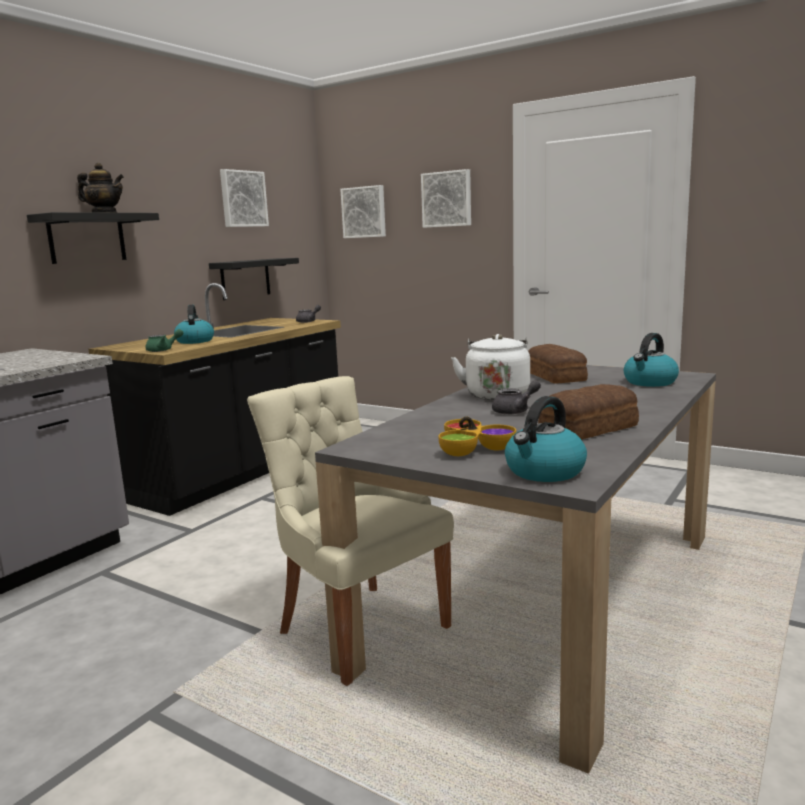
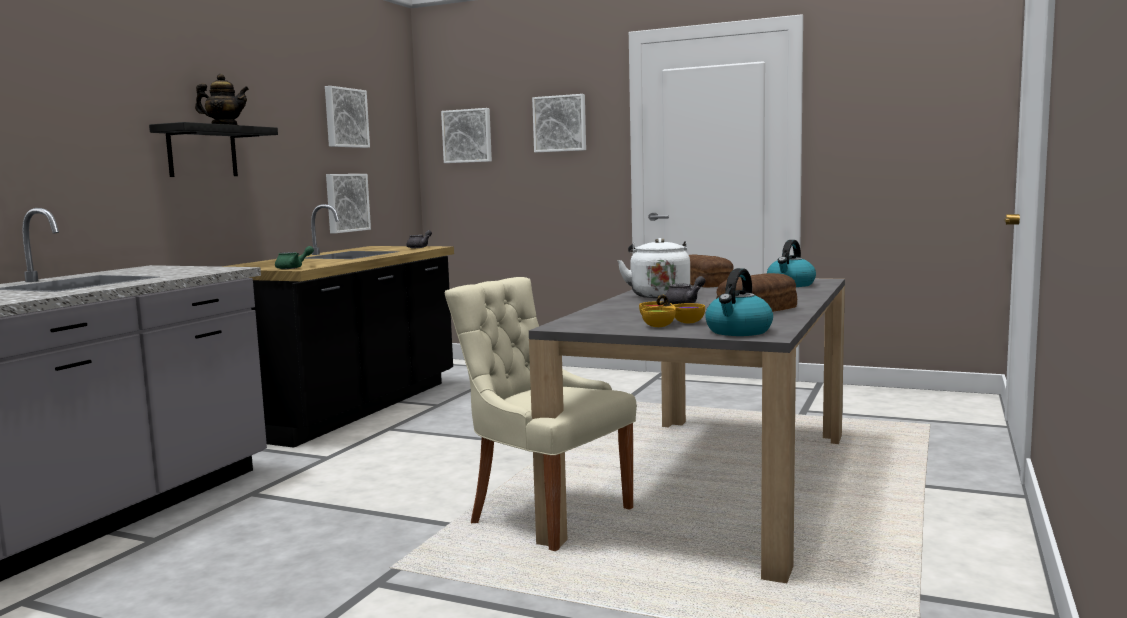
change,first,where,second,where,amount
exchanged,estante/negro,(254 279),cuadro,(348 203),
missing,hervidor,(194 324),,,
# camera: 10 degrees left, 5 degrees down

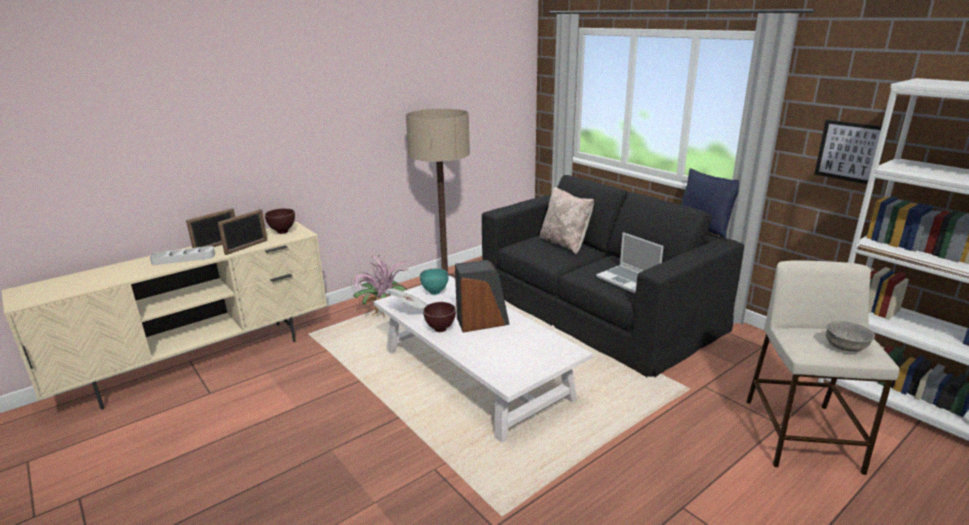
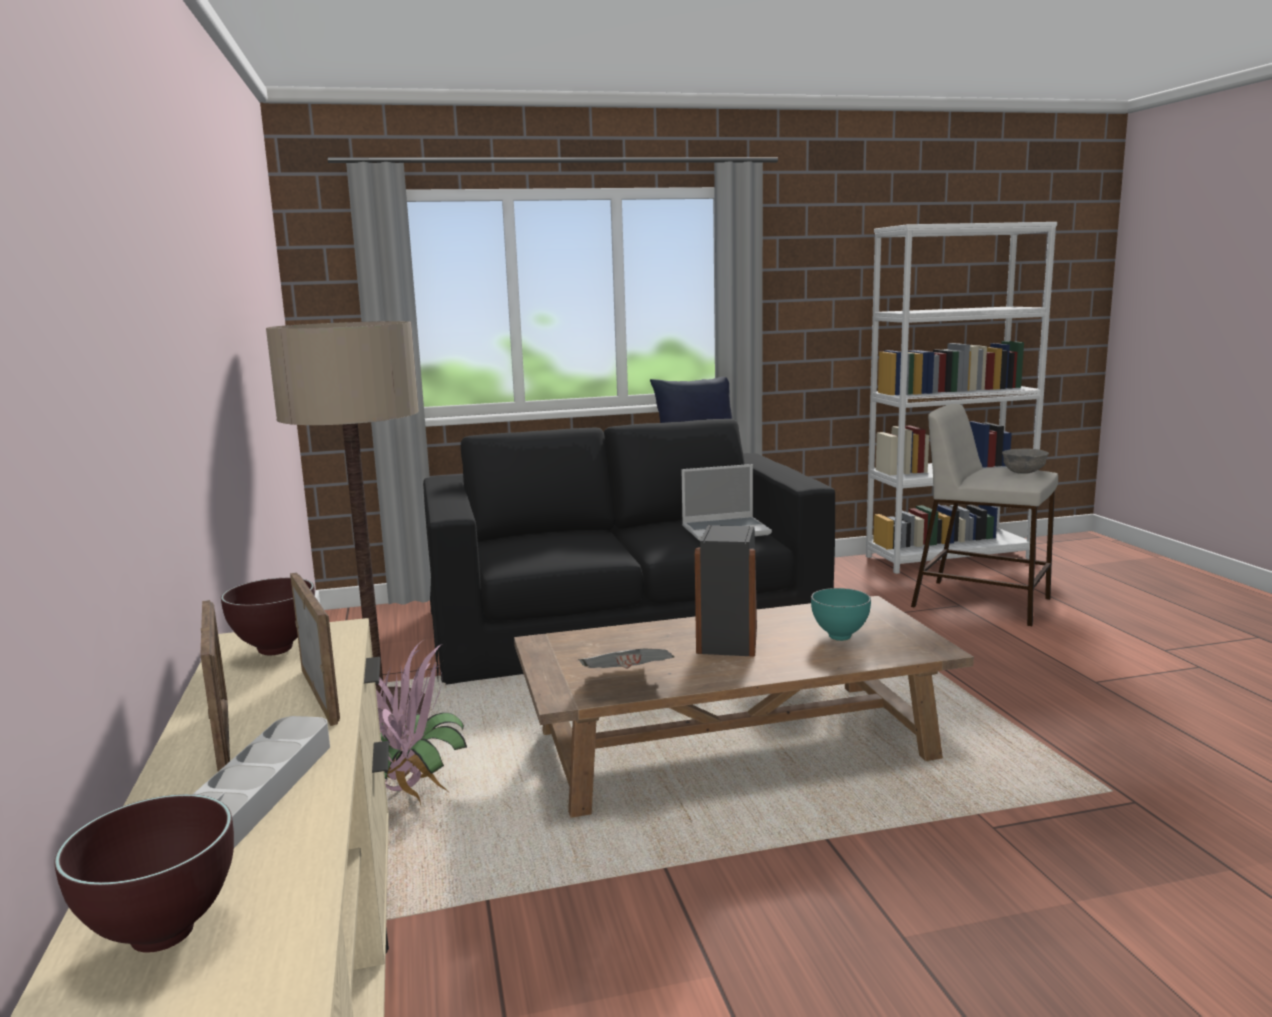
change,first,where,second,where,amount
missing,cuadro,(851 152),,,
missing,cojín/beis,(567 220),,,
relocated,cuenco/turquesa,(434 281),,(841 614),
colour,mesa de centro/blanco,(483 359),mesa de centro/marrón,(744 707),
relocated,cuenco/marrón,(439 317),,(144 873),
# camera: 65 degrees left, 10 degrees down

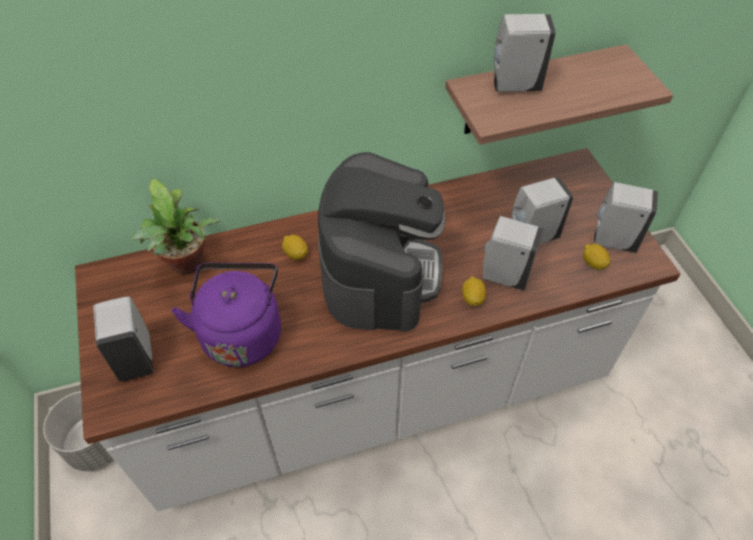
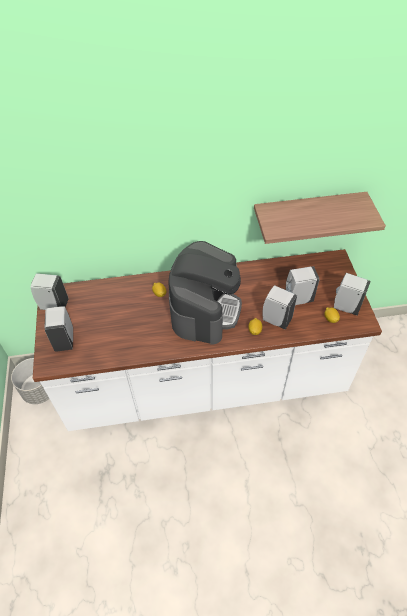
change,first,where,second,where,amount
relocated,dispensador de jabón/blanco,(525 53),,(49 291),
missing,planta en maceta,(175 227),,,
missing,hervidor/morado,(226 315),,,
# camera: 10 degrees right, 0 degrees up

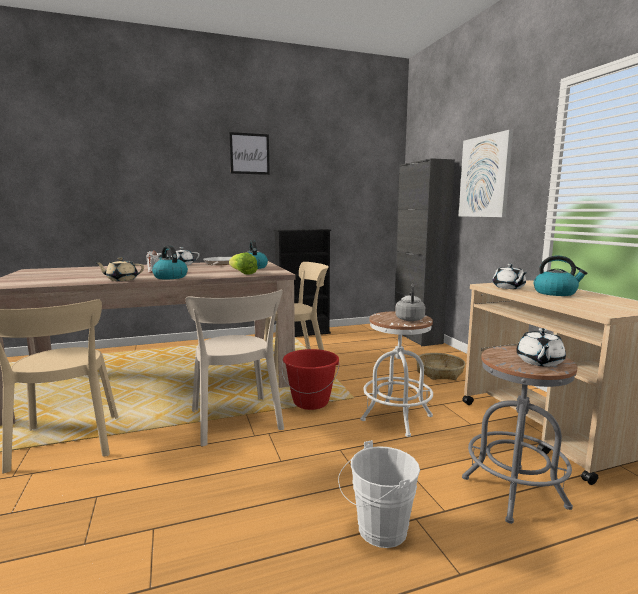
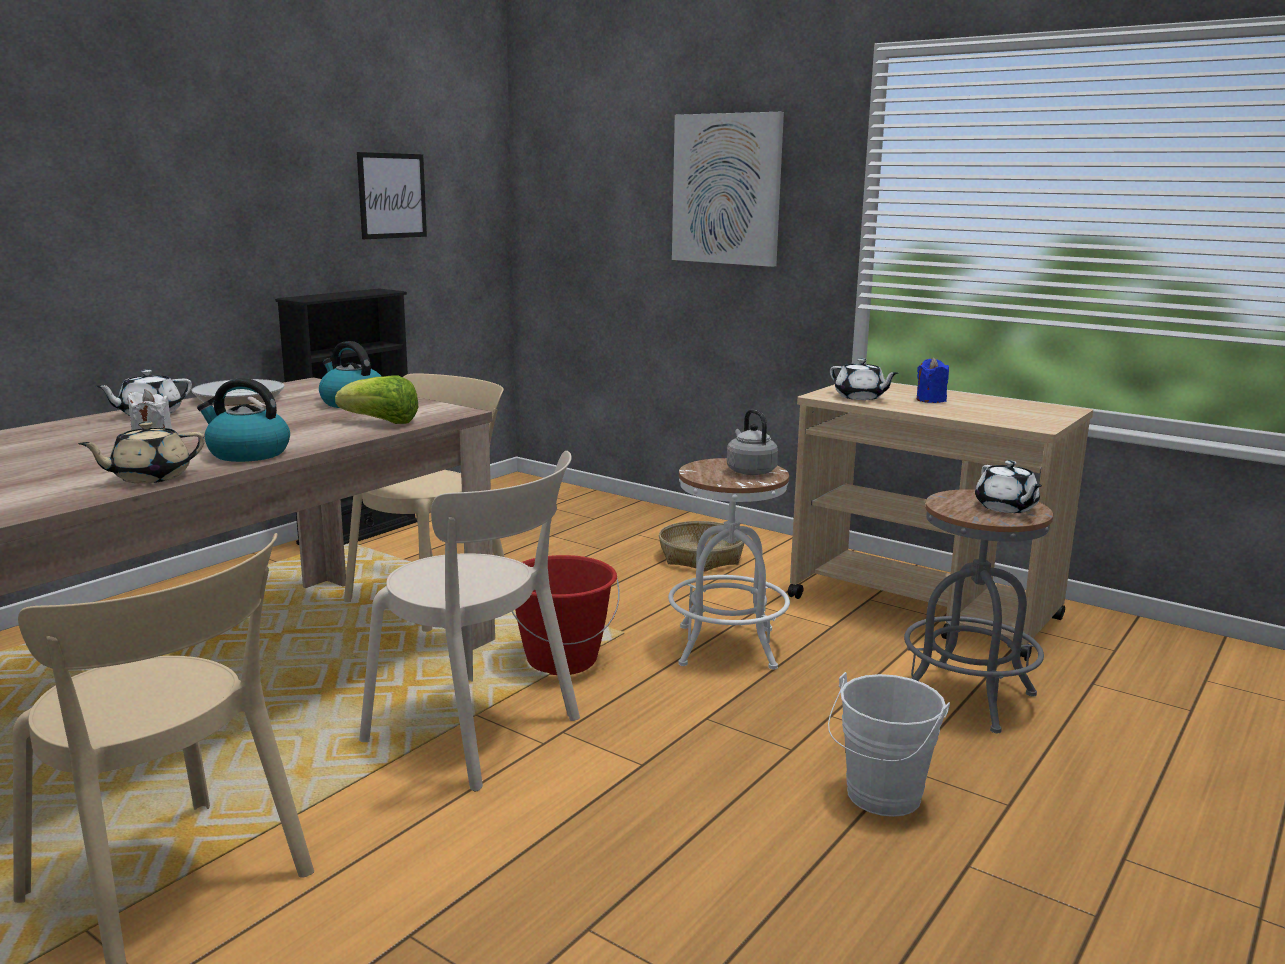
change,first,where,second,where,amount
relocated,cuadro,(249 153),,(392 195),
missing,armario/negro,(424 252),,,
exchanged,hervidor,(560 276),vela/azul,(933 380),
# camera: 35 degrees left, 5 degrees up

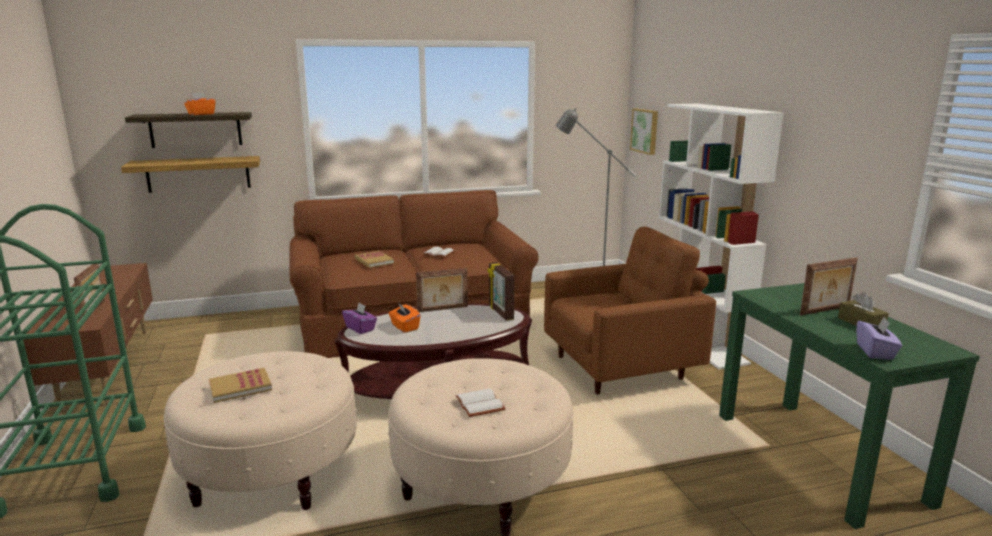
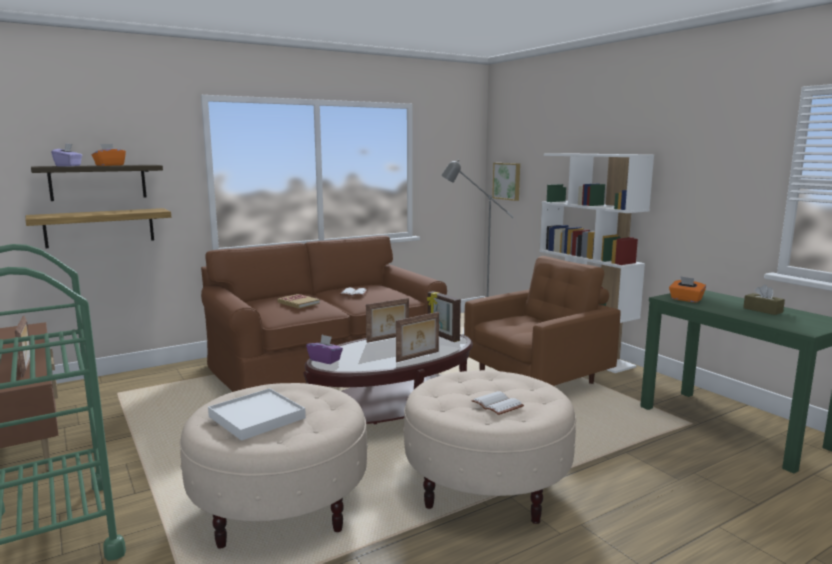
change,first,where,second,where,amount
relocated,portarretratos,(829 286),,(417 337),
relocated,caja de pañuelos/naranja,(405 318),,(687 289),
relocated,caja de pañuelos/morado,(879 338),,(66 155),
exchanged,libro,(240 385),bandeja/blanco,(257 414),
# camera: 15 degrees left, 5 degrees down

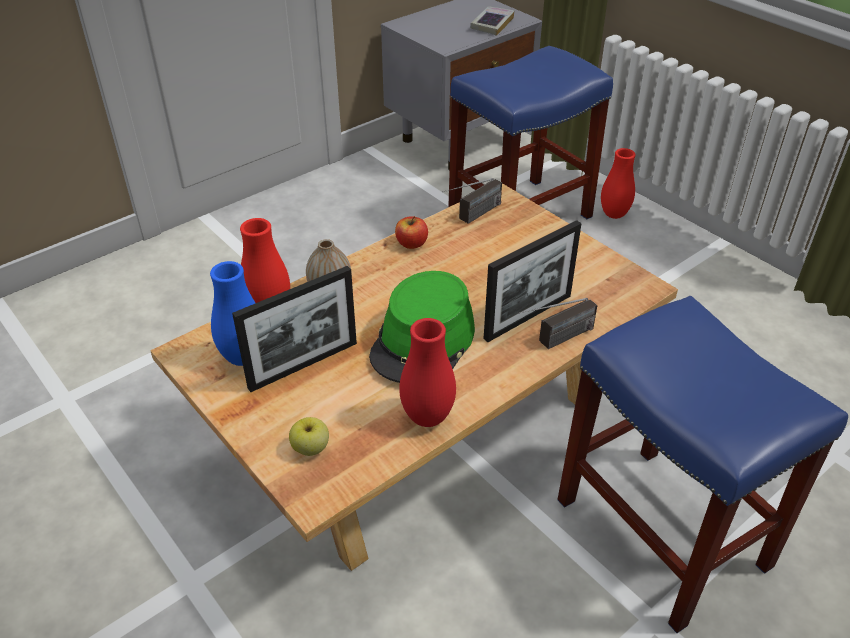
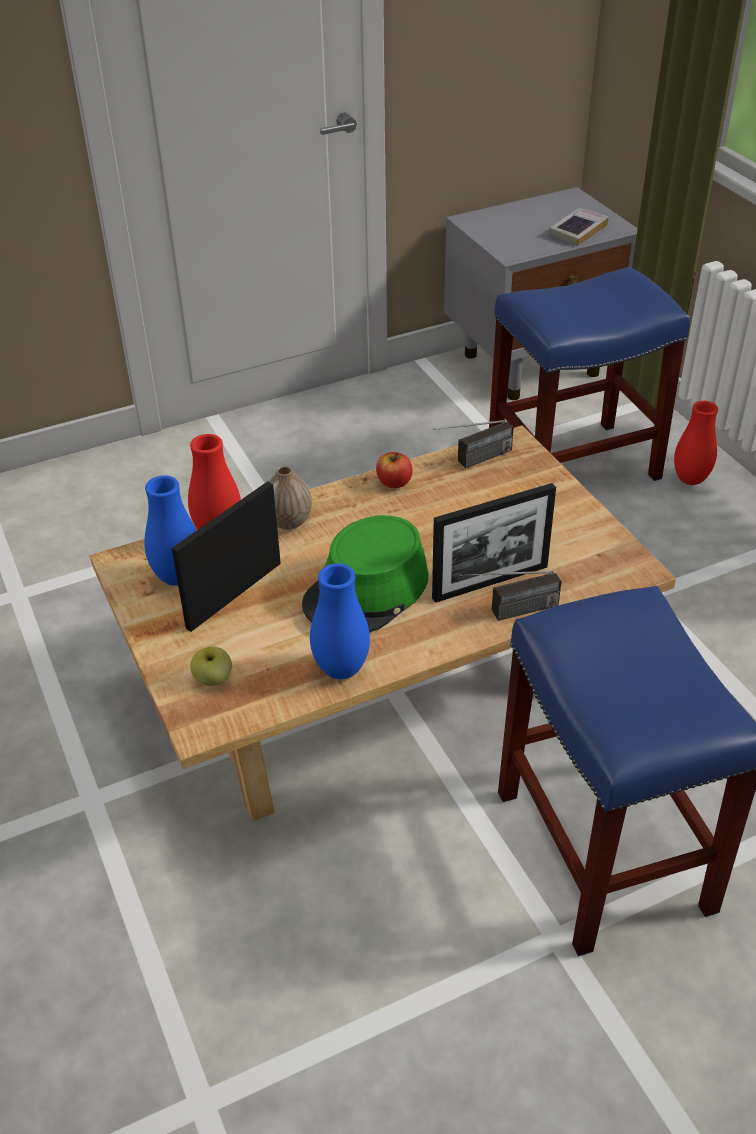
change,first,where,second,where,amount
spun,portarretratos,(294 329),,(226 556),150 degrees clockwise
colour,florero/rojo,(427 372),florero/azul,(340 621),
# camera: 15 degrees right, 0 degrees up

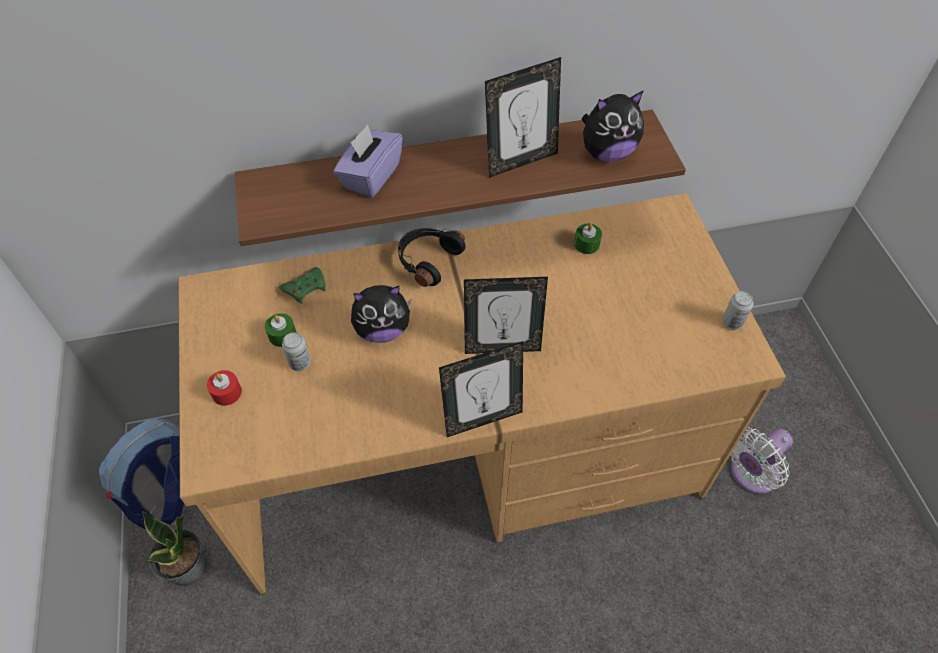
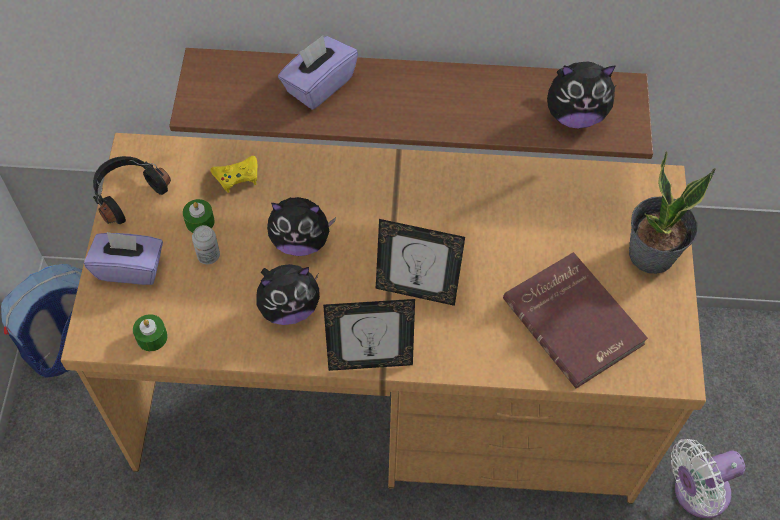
change,first,where,second,where,amount
missing,portarretratos,(523 117),,,
relocated,vela/verde,(588 238),,(150 332),
relocated,auriculares/negro,(432 257),,(132 190),
colour,mando de consola/verde,(302 285),mando de consola/amarillo,(233 174),
missing,lata,(738 310),,,
exchanged,vela/rojo,(224 388),caja de pañuelos/morado,(123 258),
relocated,planta en maceta,(174 548),,(672 212),
appeared,,,libro/rojo,(575 320),
appeared,,,peluche,(288 294),
# camera: 15 degrees right, 5 degrees up

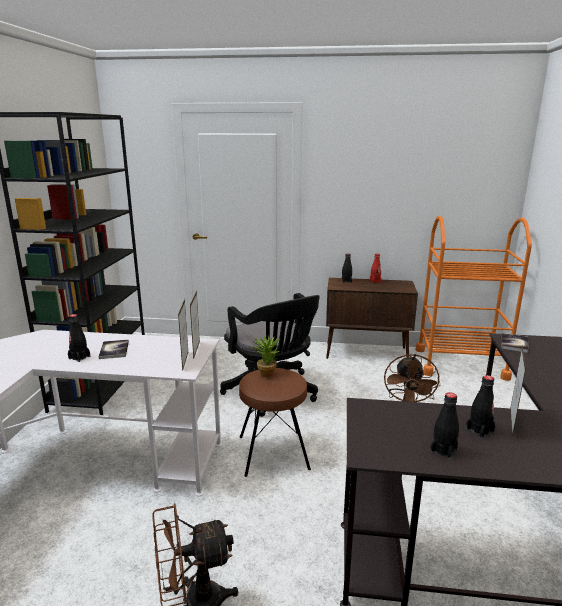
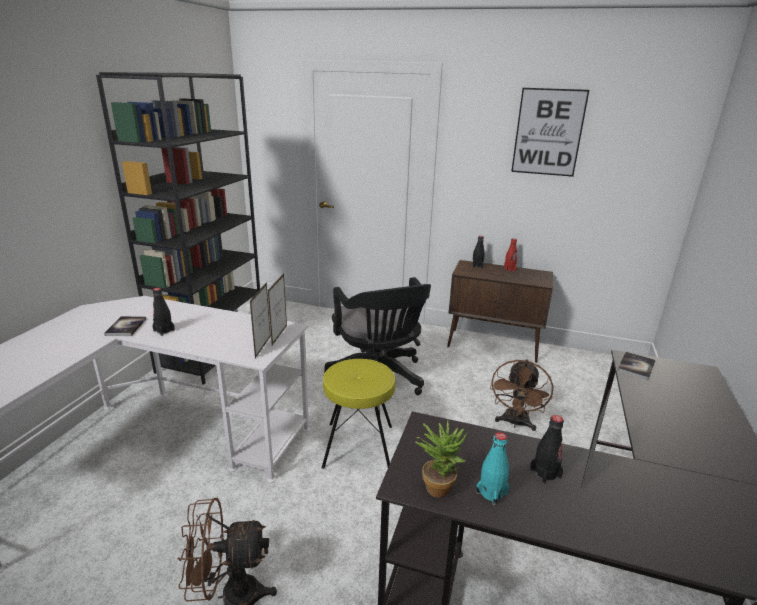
change,first,where,second,where,amount
missing,carrito/naranja,(474 298),,,
relocated,planta en maceta,(266 356),,(441 459),
relocated,libro,(114 349),,(125 326),
colour,taburete/marrón,(275 422),taburete/amarillo,(358 414),
colour,botella/negro,(444 426),botella/turquesa,(492 469),
appeared,,,cuadro,(550 132),
# camera: 10 degrees right, 5 degrees up

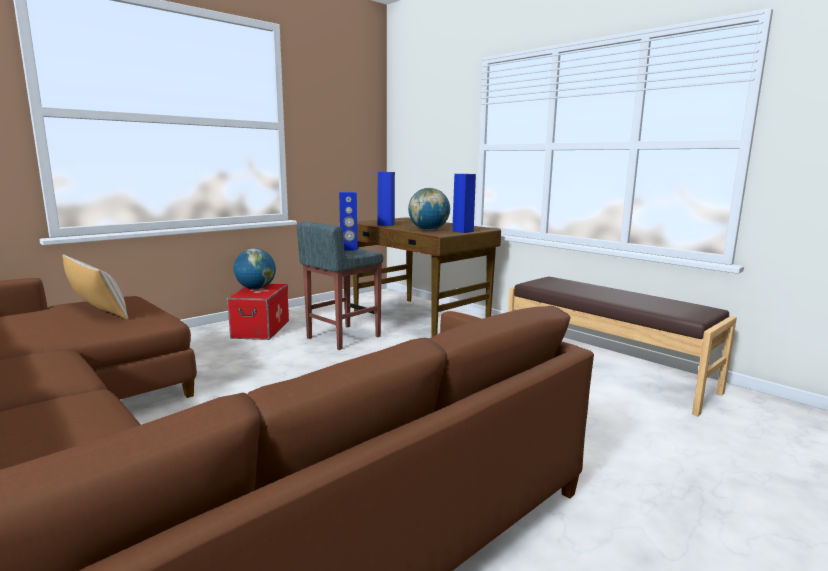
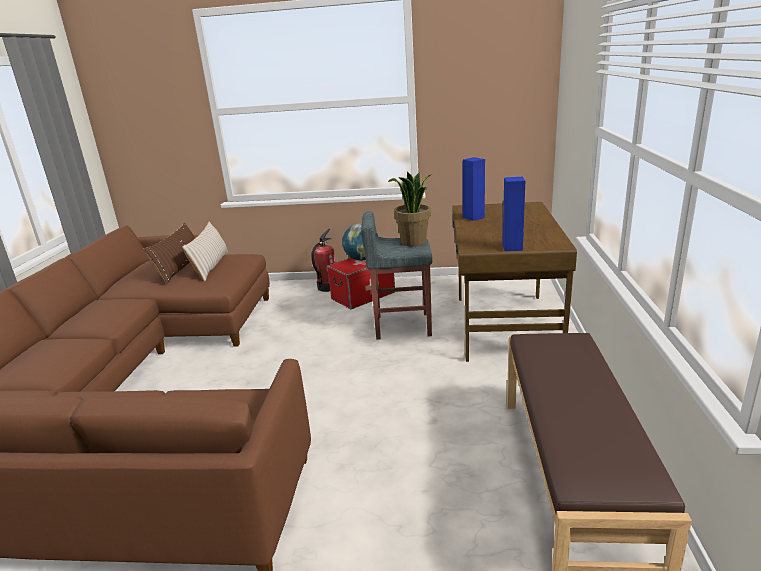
change,first,where,second,where,amount
missing,globo terráqueo,(429 209),,,
exchanged,altavoz/azul,(348 221),planta en maceta,(410 209),
appeared,,,cojín/marrón,(169 253),
appeared,,,extintor,(323 260),
# camera: 50 degrees right, 10 degrees up

